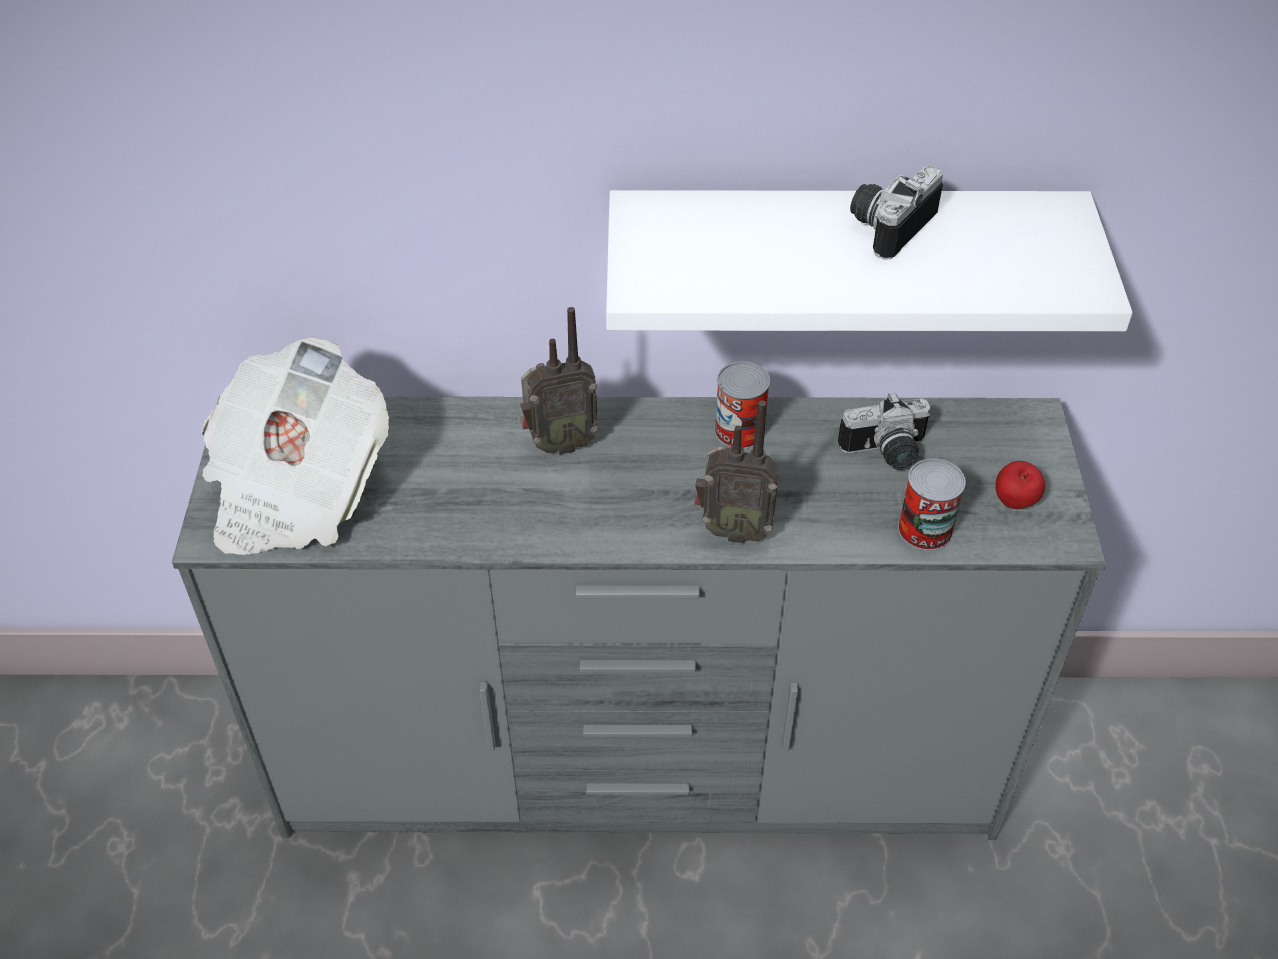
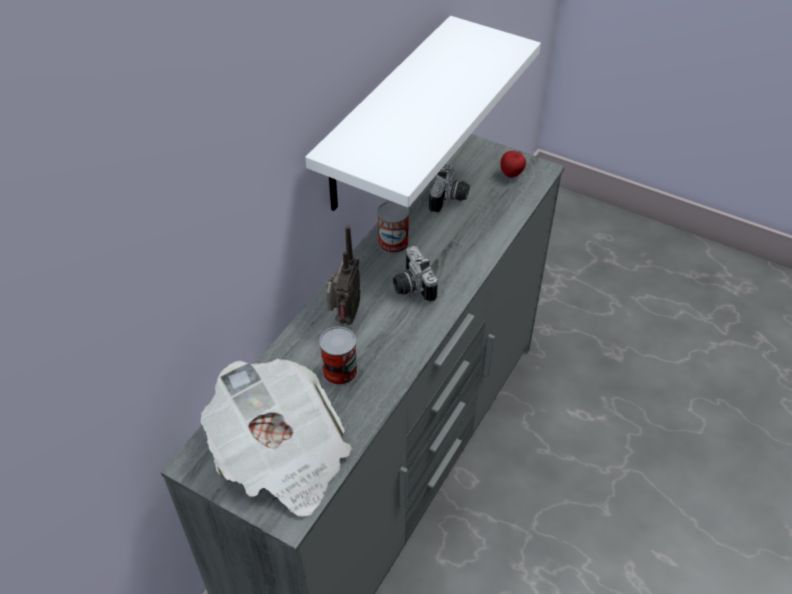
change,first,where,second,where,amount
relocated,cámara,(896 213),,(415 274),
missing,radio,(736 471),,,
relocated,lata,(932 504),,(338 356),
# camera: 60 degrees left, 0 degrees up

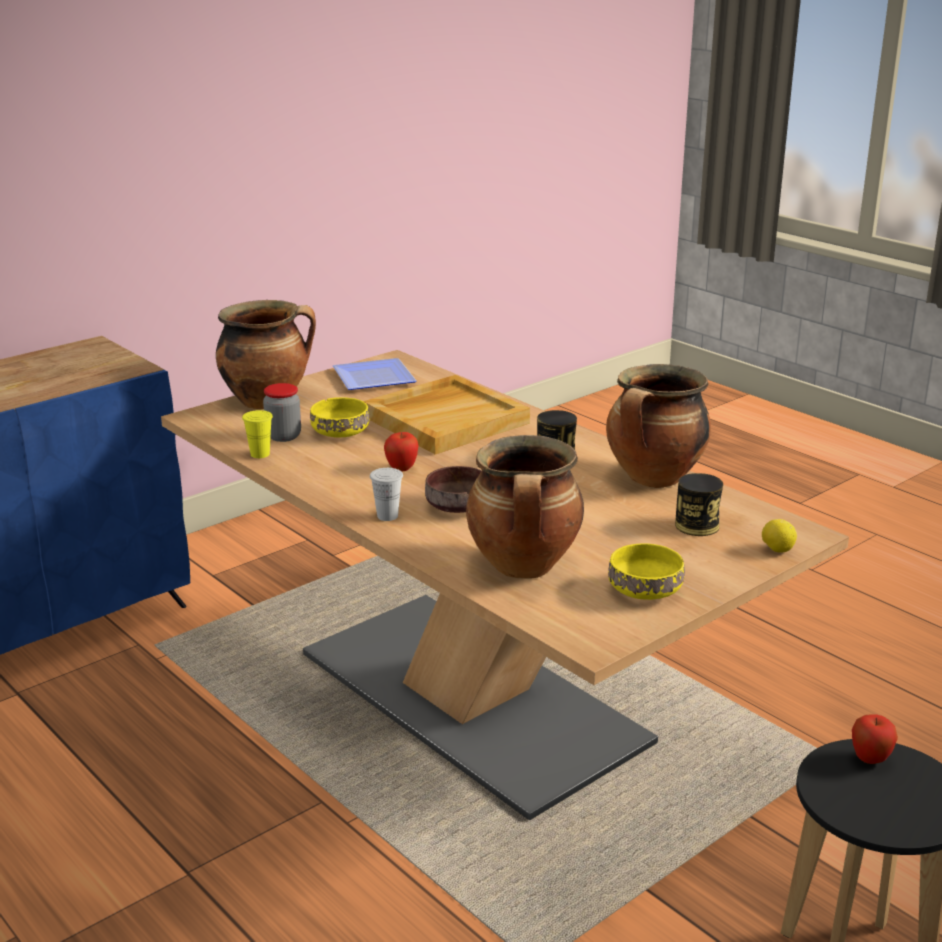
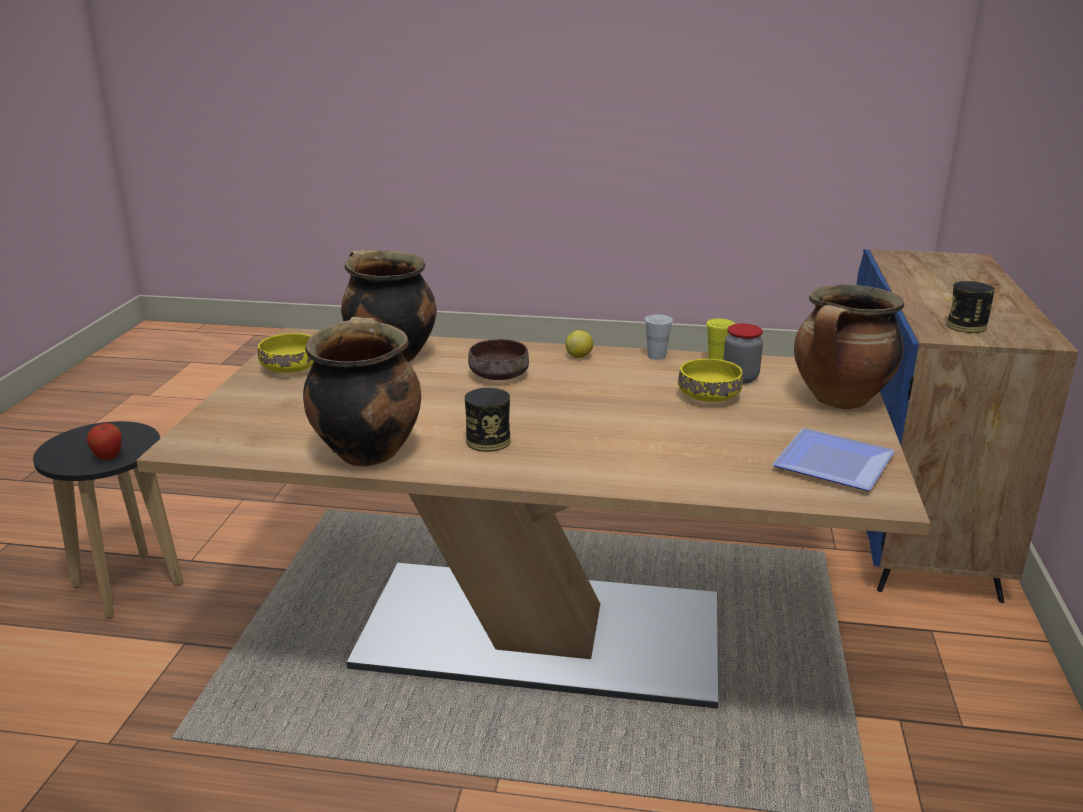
change,first,where,second,where,amount
missing,bandeja/beis,(446 415),,,
missing,manzana,(401 452),,,
relocated,taza/blanco,(386 494),,(658 337),
relocated,lata,(699 504),,(970 307),
relocated,limón,(779 535),,(579 344),
# camera: 140 degrees right, 0 degrees up

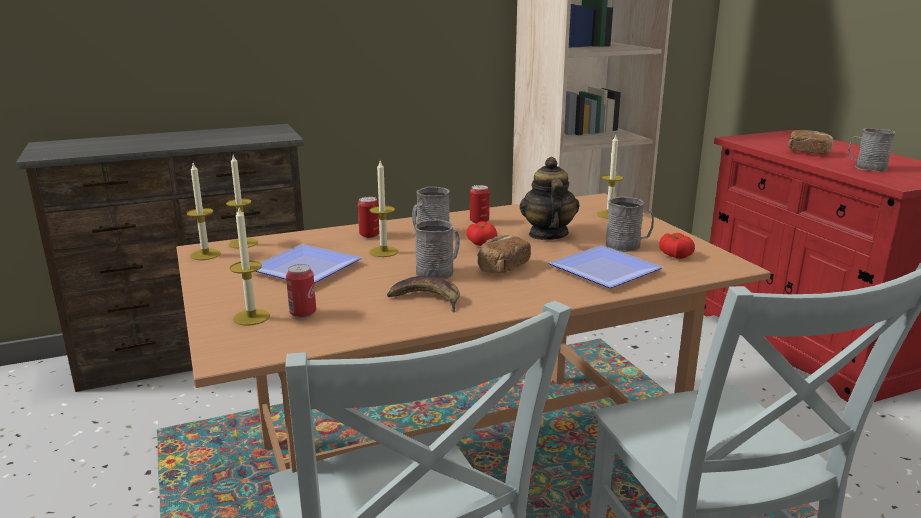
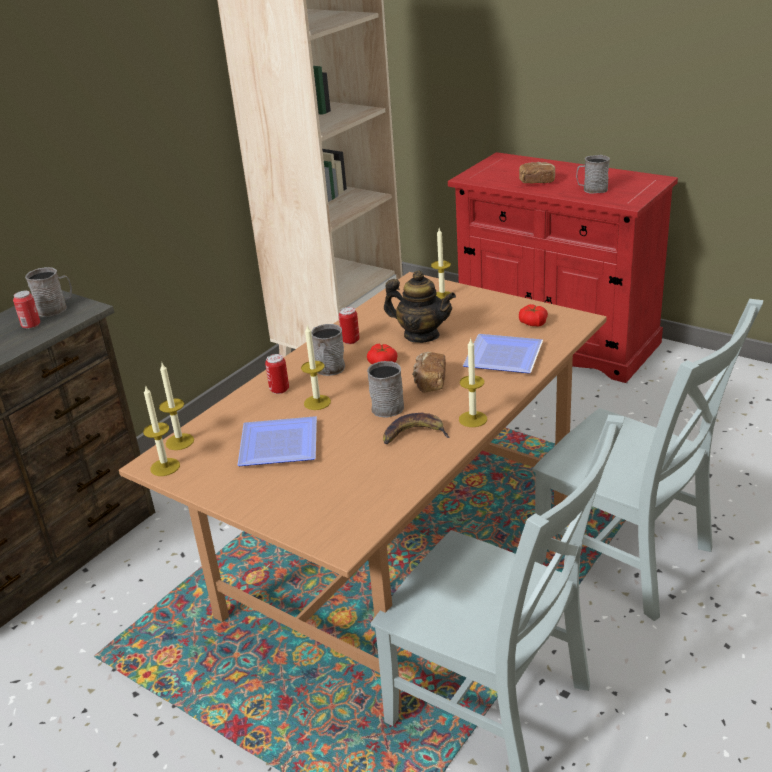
change,first,where,second,where,amount
spun,tetera,(550 198),,(420 306),150 degrees clockwise
relocated,taza grande/gris,(629 224),,(48 292),
relocated,vela,(249 267),,(473 383),
relocated,lata,(301 291),,(26 310),
# camera: 30 degrees left, 10 degrees up

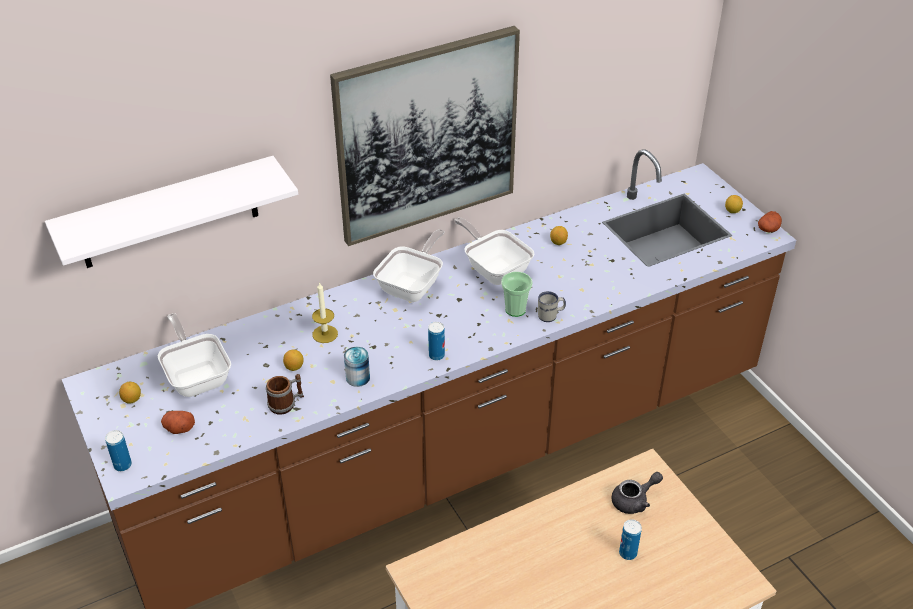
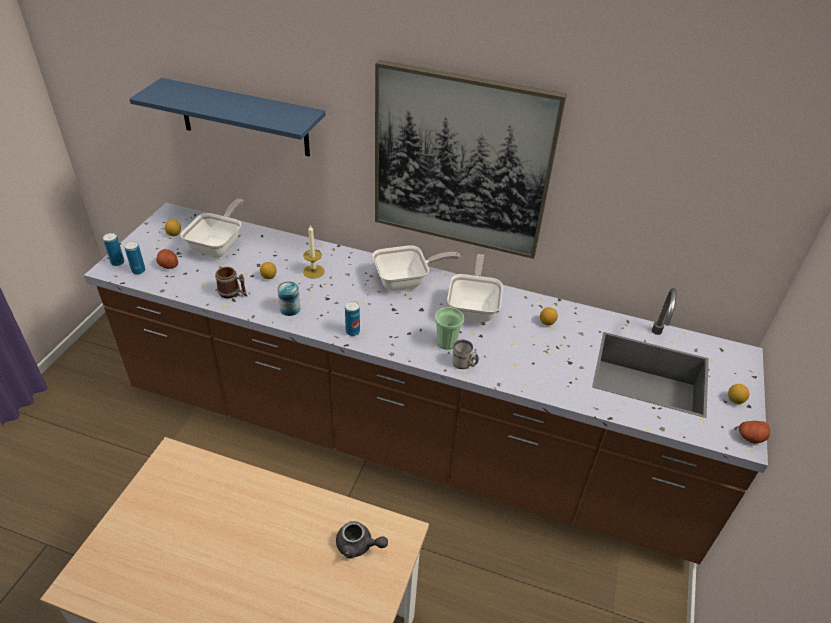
change,first,where,second,where,amount
colour,estante/blanco,(171 212),estante/azul,(227 117),
relocated,lata,(630 539),,(134 257),
# camera: 45 degrees right, 0 degrees up

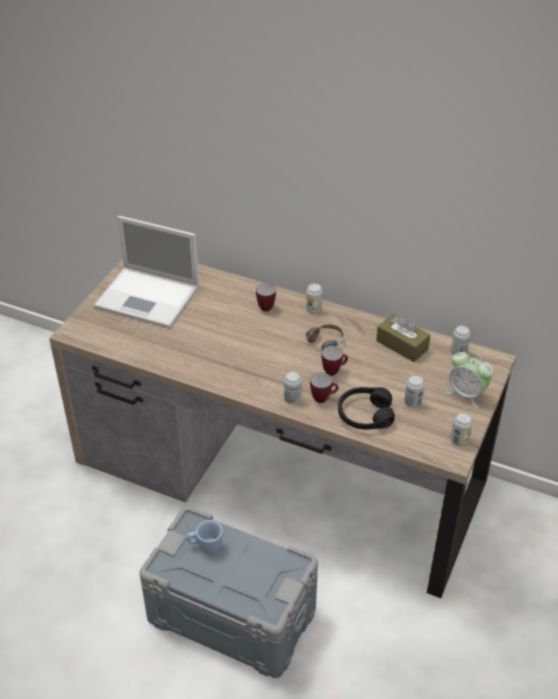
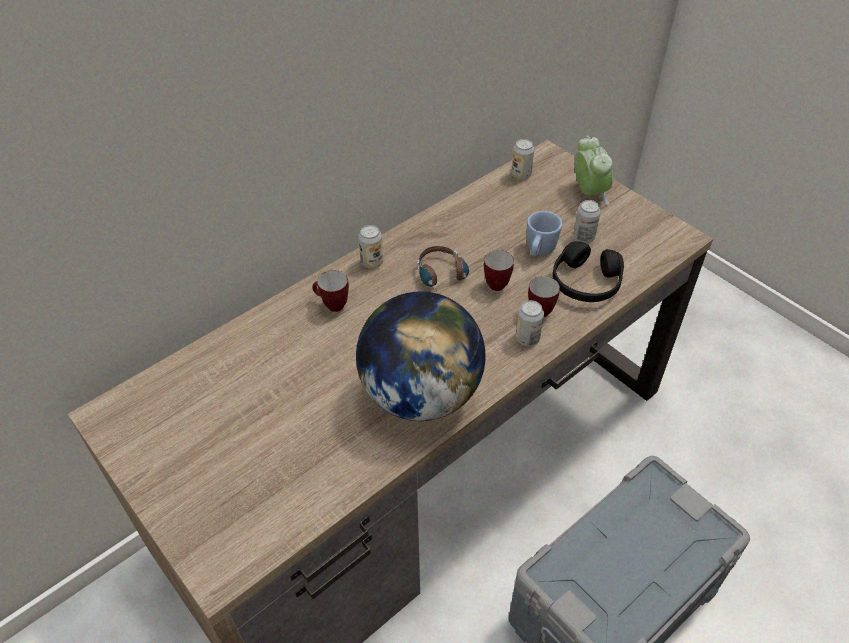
change,first,where,second,where,amount
missing,portátil,(146 272),,,
missing,caja de pañuelos/marrón,(403 338),,,
spun,despertador,(470 379),,(594 170),75 degrees counterclockwise
missing,lata,(462 429),,,
relocated,taza grande/azul,(205 537),,(544 234),
appeared,,,globo terráqueo,(420 356),
# camera: 65 degrees left, 5 degrees up

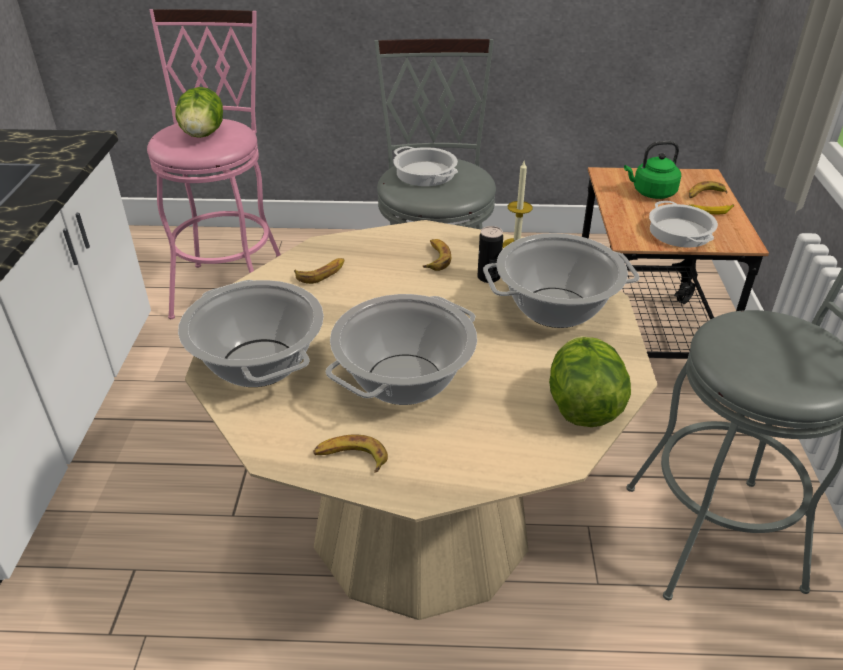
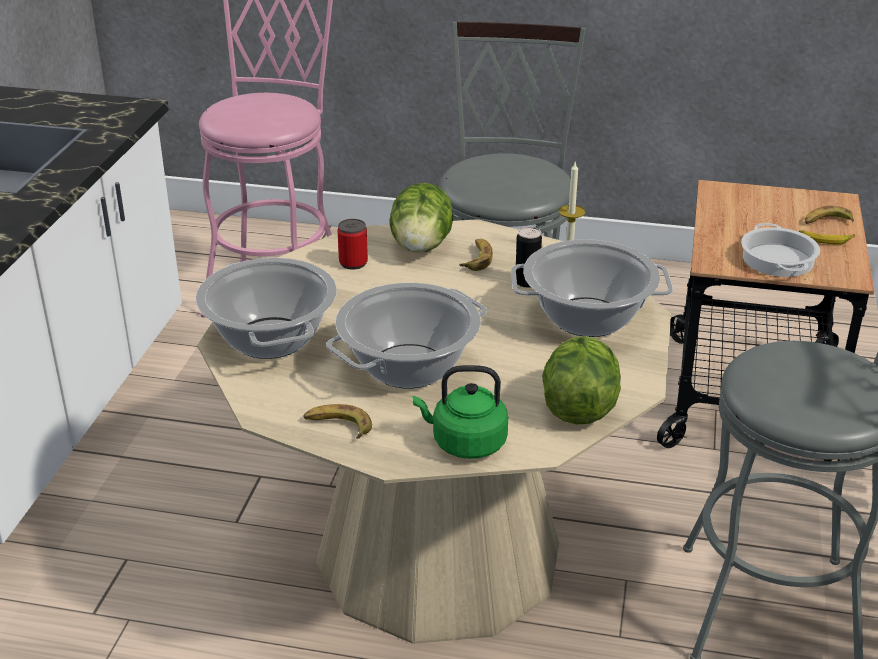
change,first,where,second,where,amount
relocated,lechuga,(199 112),,(421 218),
relocated,hervidor/verde,(652 170),,(460 412),
missing,olla,(426 166),,,
exchanged,plátano,(319 271),lata,(352 244),
# camera: 10 degrees right, 5 degrees down

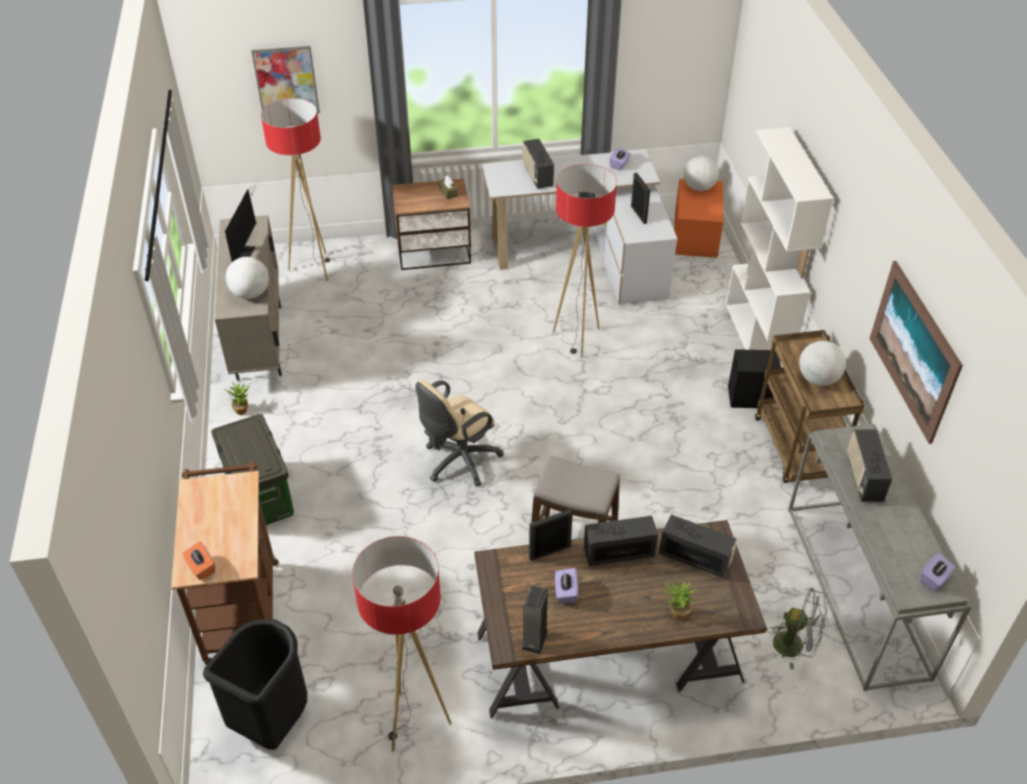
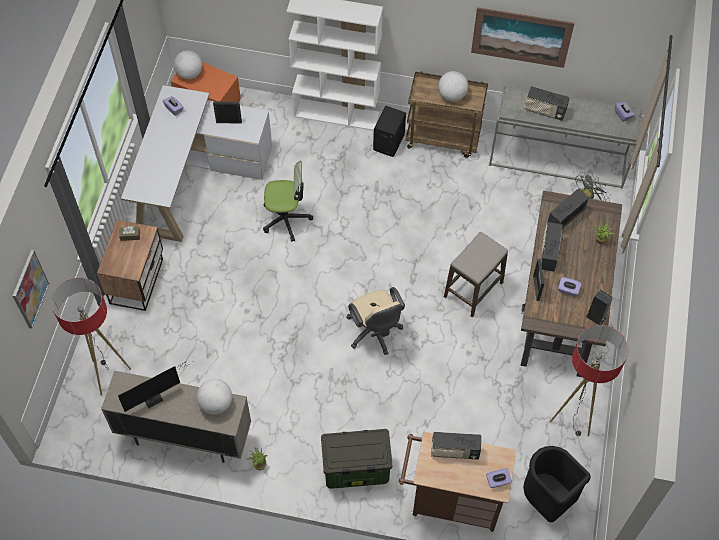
change,first,where,second,where,amount
relocated,radio,(538 164),,(456 445),
exchanged,lámpara de pie,(585 261),silla de oficina,(288 201),
spun,monitor,(241 223),,(154 387),120 degrees clockwise
colour,caja de pañuelos/naranja,(199 560),caja de pañuelos/morado,(499 478),
# camera: 70 degrees left, 15 degrees up

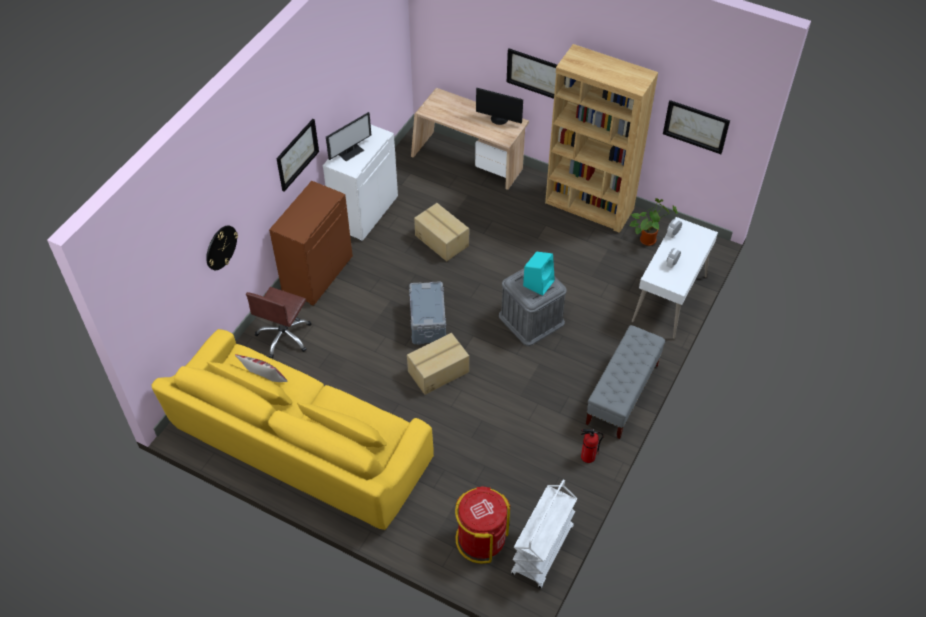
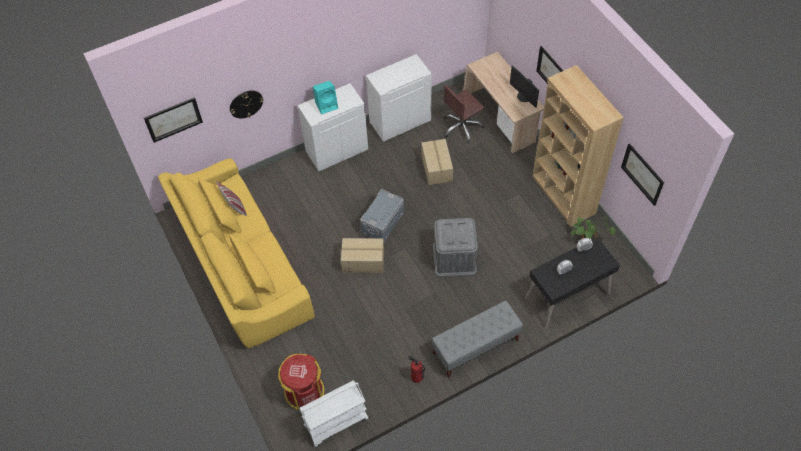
change,first,where,second,where,amount
missing,monitor,(348 136),,,
relocated,cuadro,(297 155),,(173 120),
colour,armario/marrón,(311 243),armario/blanco,(333 127),
colour,escritorio/blanco,(675 278),escritorio/negro,(572 282),
relocated,altavoz/turquesa,(539 274),,(325 97),
relocated,silla de oficina/marrón,(278 322),,(464 114),
# camera: 35 degrees right, 5 degrees up

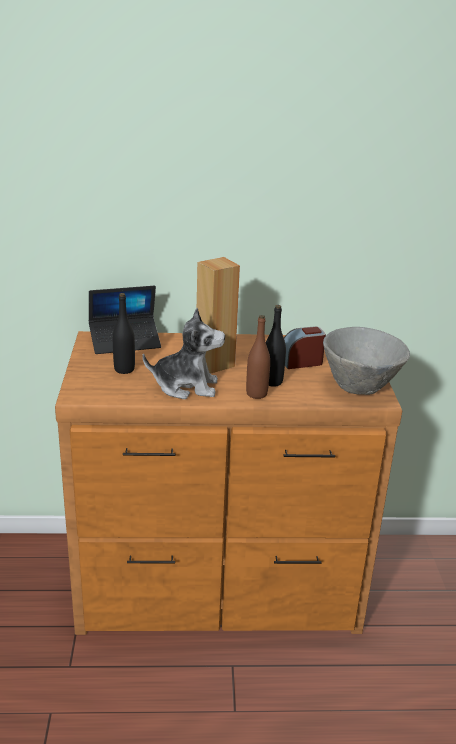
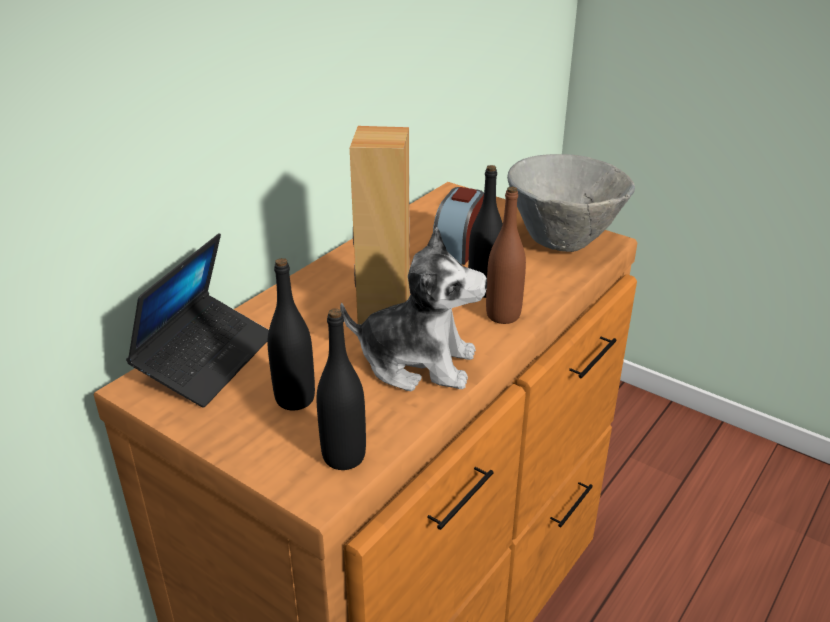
change,first,where,second,where,amount
spun,peluche,(184 353),,(413 309),60 degrees clockwise
appeared,,,botella/negro,(341 389),
# camera: 50 degrees left, 5 degrees up

